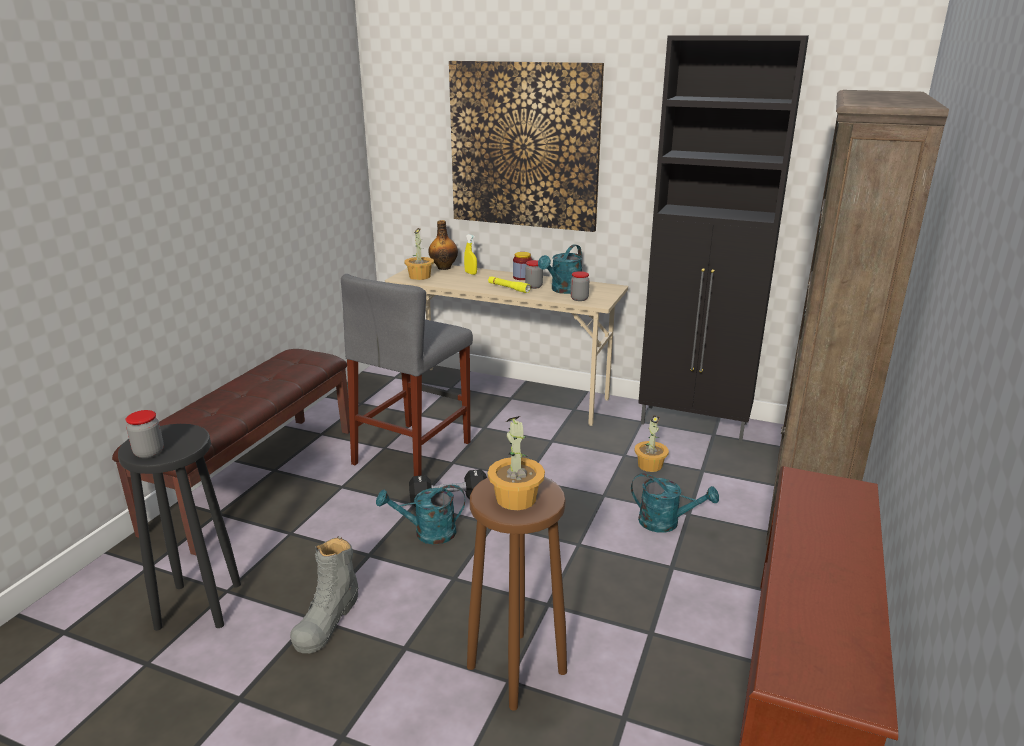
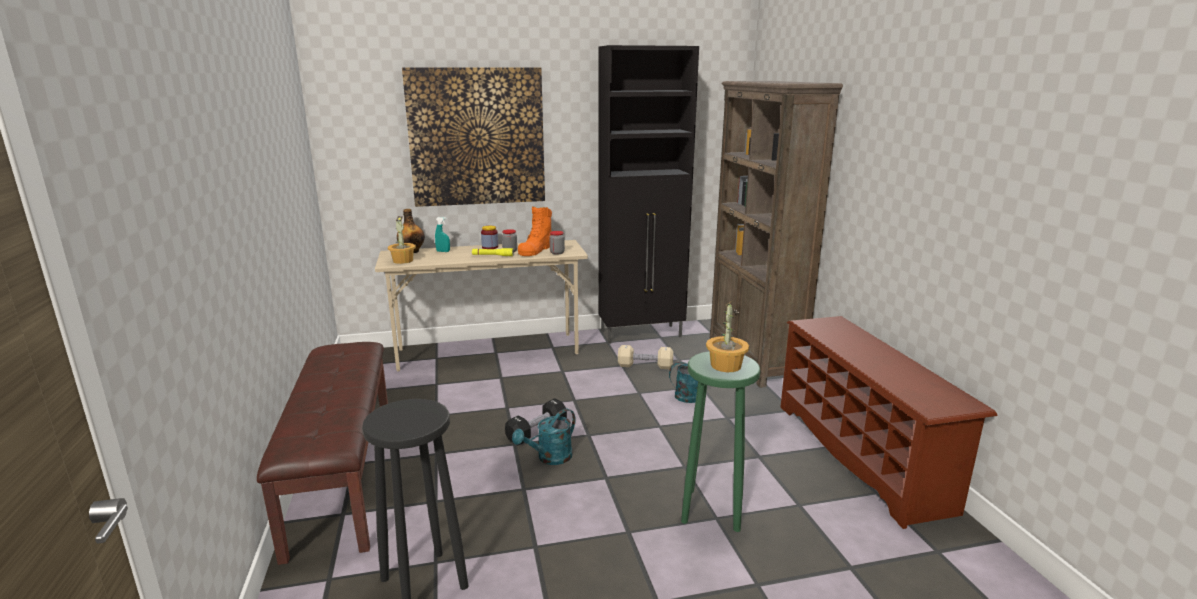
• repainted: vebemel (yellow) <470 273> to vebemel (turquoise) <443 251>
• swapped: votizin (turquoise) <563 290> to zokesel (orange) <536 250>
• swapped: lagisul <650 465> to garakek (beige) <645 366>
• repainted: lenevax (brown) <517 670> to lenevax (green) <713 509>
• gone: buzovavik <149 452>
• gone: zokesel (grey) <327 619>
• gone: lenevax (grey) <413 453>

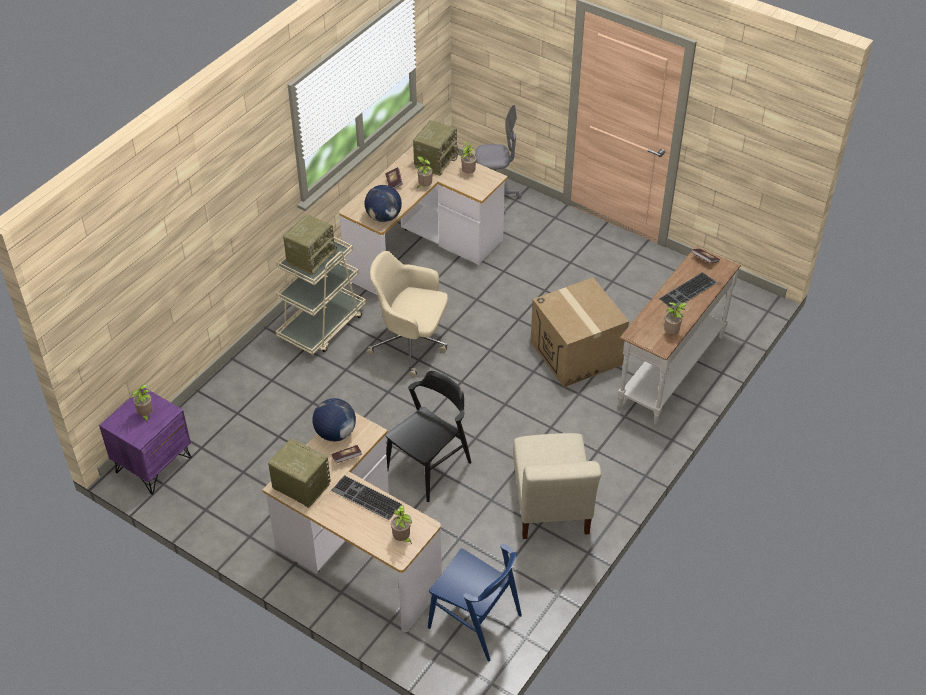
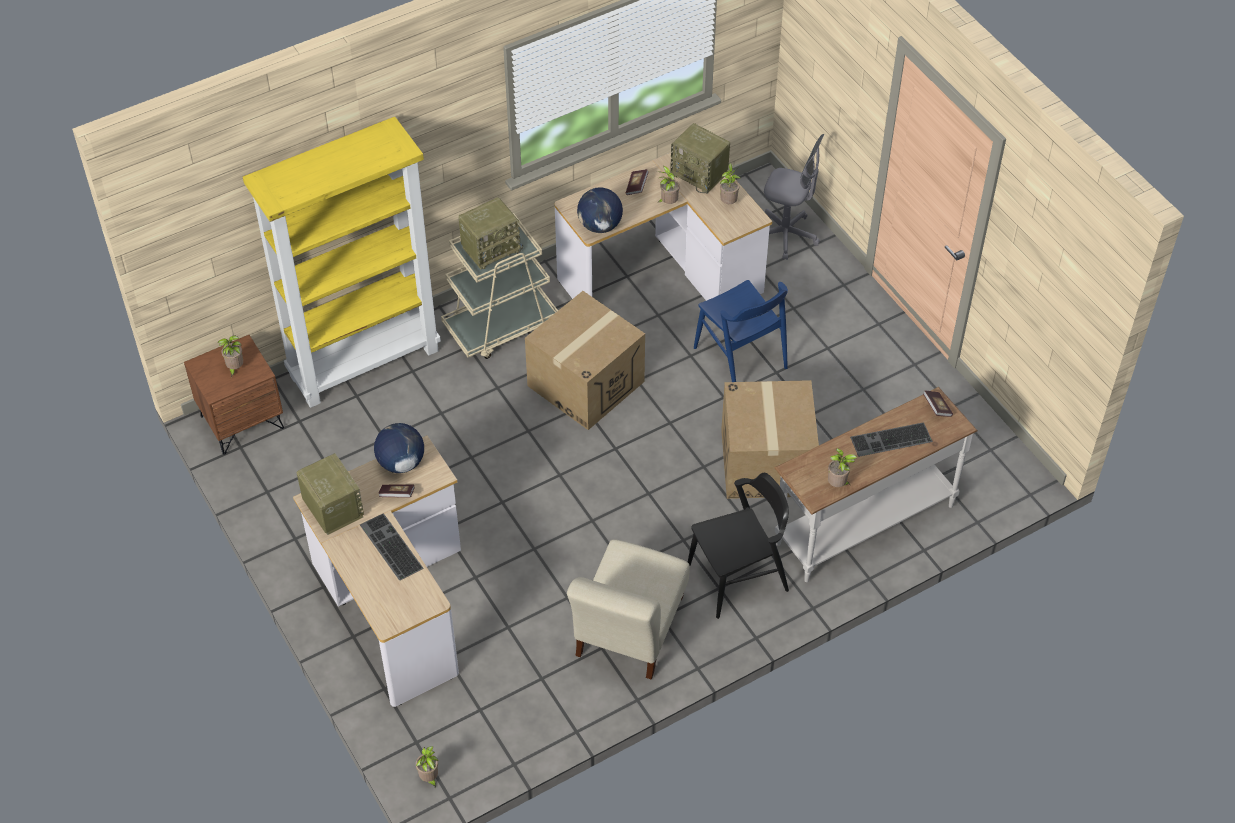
• repainted: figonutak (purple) <153 464> to figonutak (brown) <242 421>
• new: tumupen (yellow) <365 362>
• shifted: lagisul <402 539> to <429 778>
• swapped: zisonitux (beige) <411 344> to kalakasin <586 383>
• rotated: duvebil <435 161> = <700 174> 75 degrees clockwise
• shifted: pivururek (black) <429 466> to <738 577>
• shifted: pivururek (blue) <475 621> to <740 358>

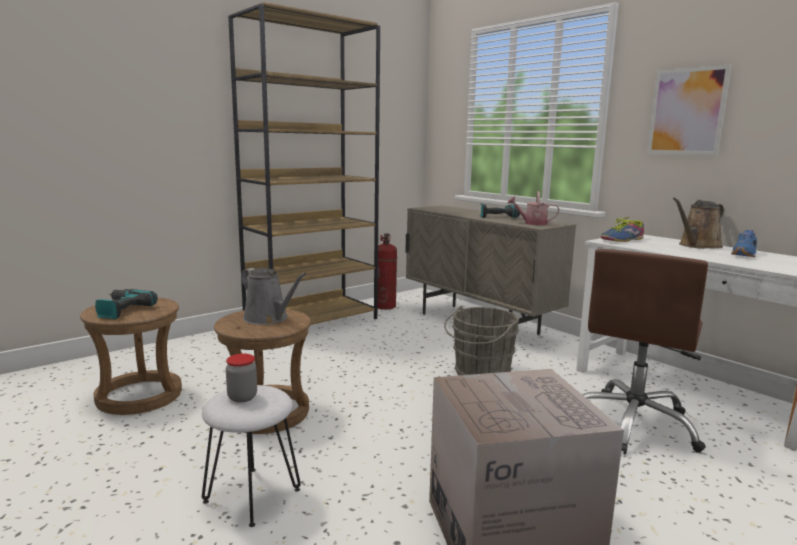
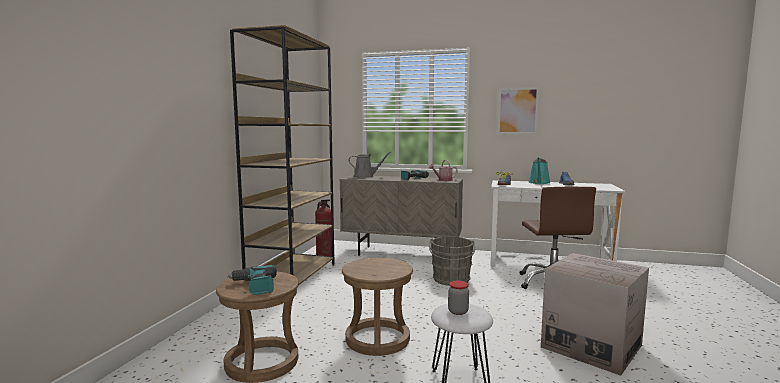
• shifted: votizin (grey) <268 318> to <366 176>
• repainted: votizin (brown) <697 246> to votizin (turquoise) <539 183>

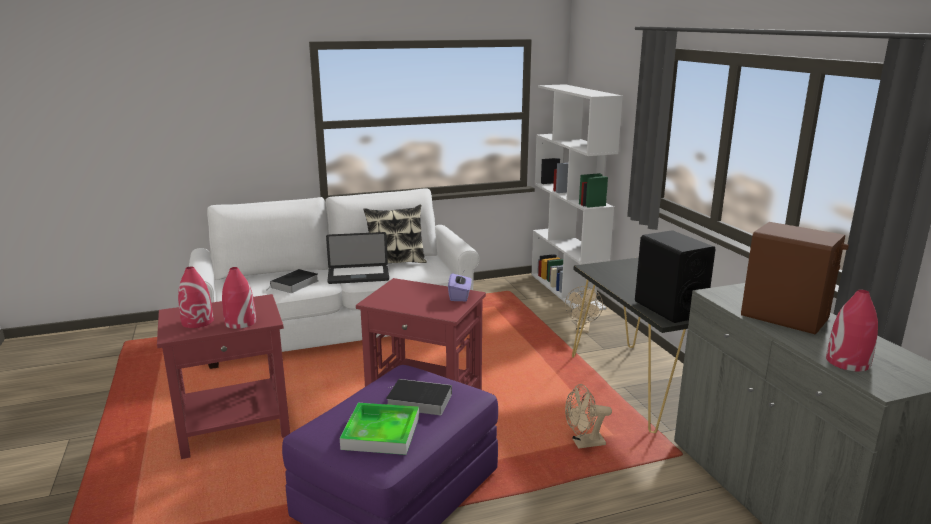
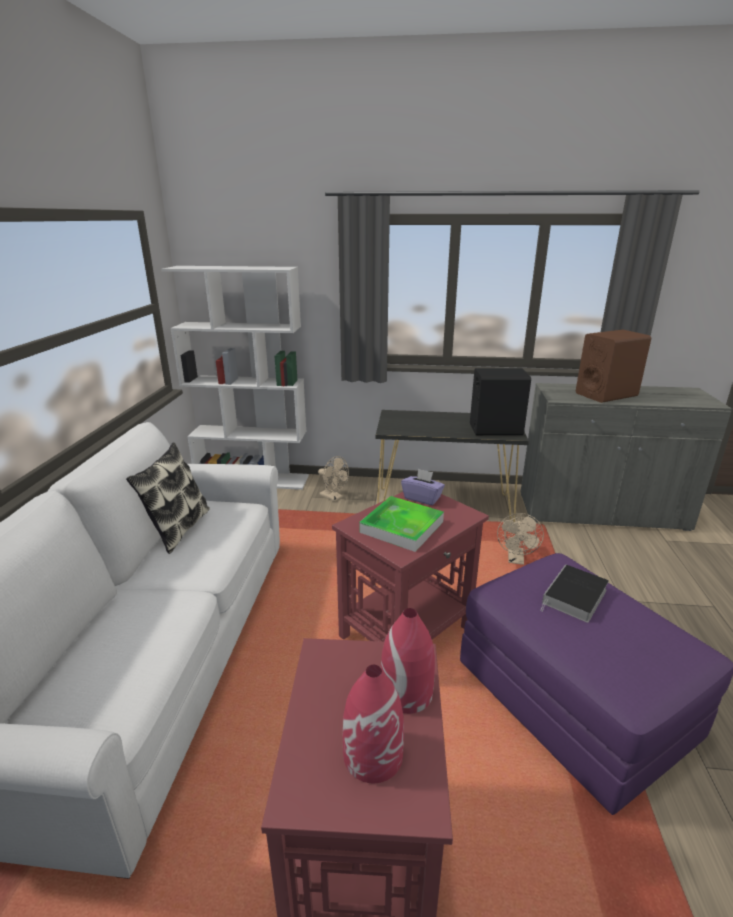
• shifted: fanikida <381 433> to <402 527>
• gone: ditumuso <294 284>
• gone: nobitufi <358 276>
• gone: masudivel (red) <847 362>

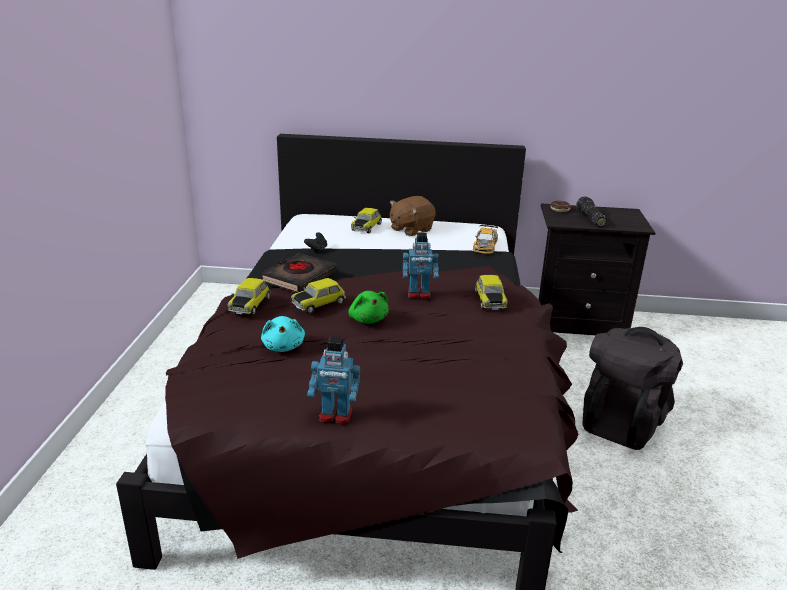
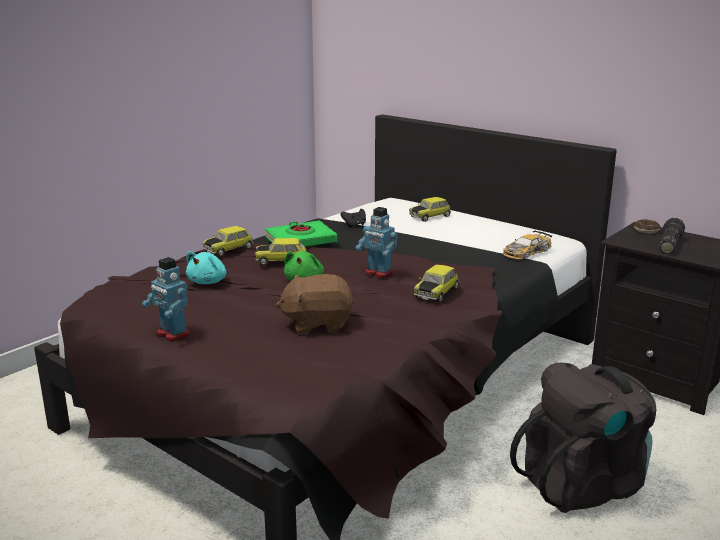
• repainted: ditumuso (black) <299 277> to ditumuso (green) <300 240>
• shifted: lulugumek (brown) <410 229> to <317 324>

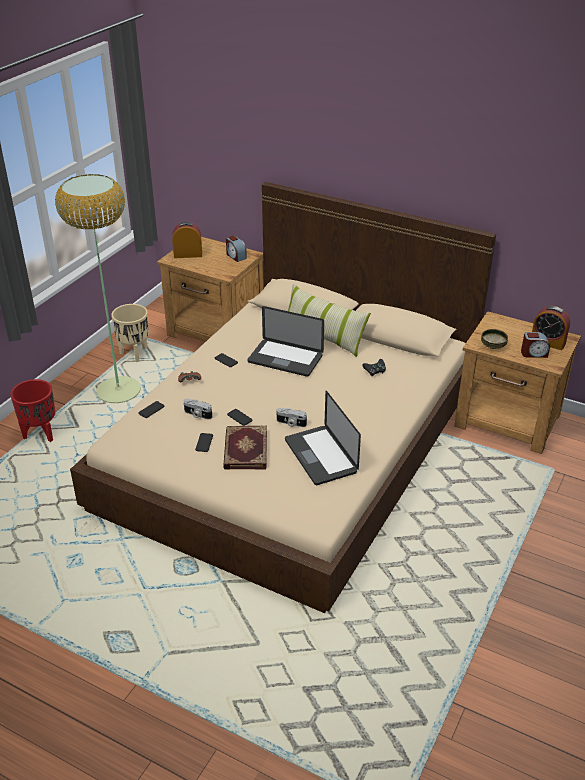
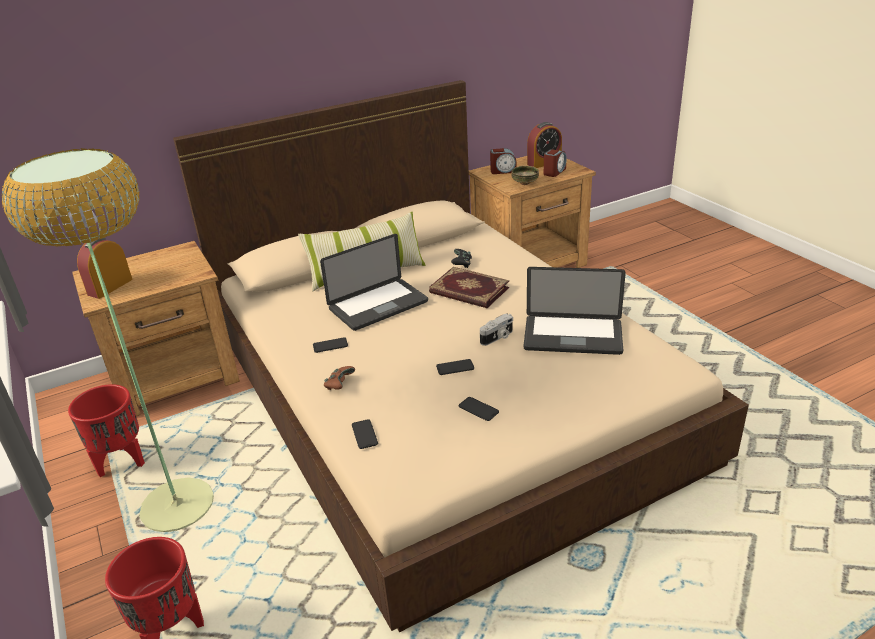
• repainted: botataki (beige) <135 354> to botataki (red) <122 462>
• shifted: ditumuso <244 449> to <468 291>
• shifted: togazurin <235 256> to <503 171>
• gone: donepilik <197 414>

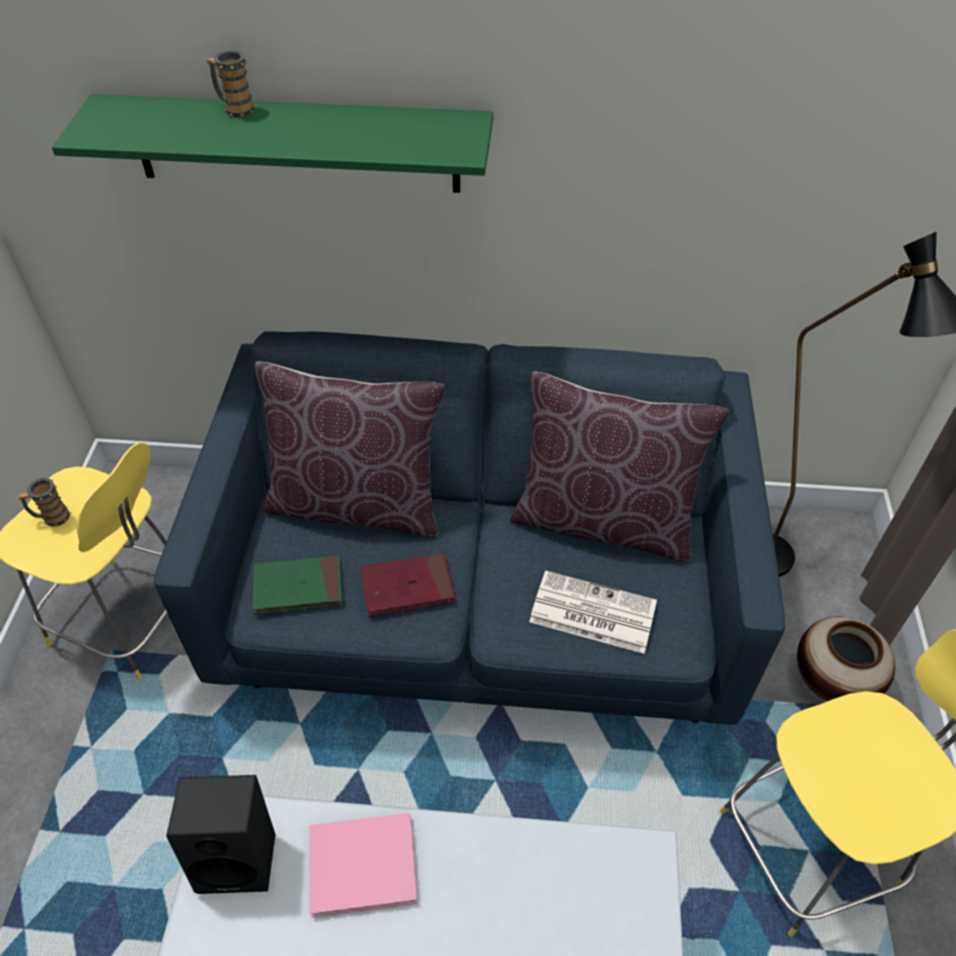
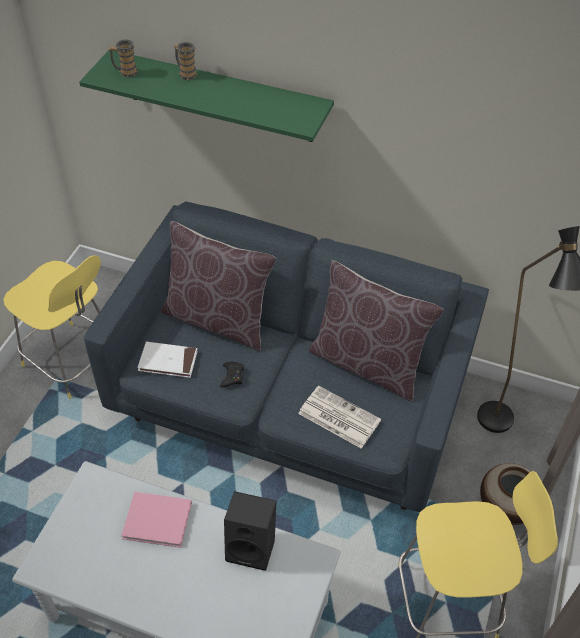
• shifted: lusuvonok <52 518> to <125 72>
• repainted: ditumuso (green) <298 587> to ditumuso (white) <168 361>
• swapped: ditumuso (red) <407 587> to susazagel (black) <232 376>
• shifted: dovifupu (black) <240 854> to <253 547>

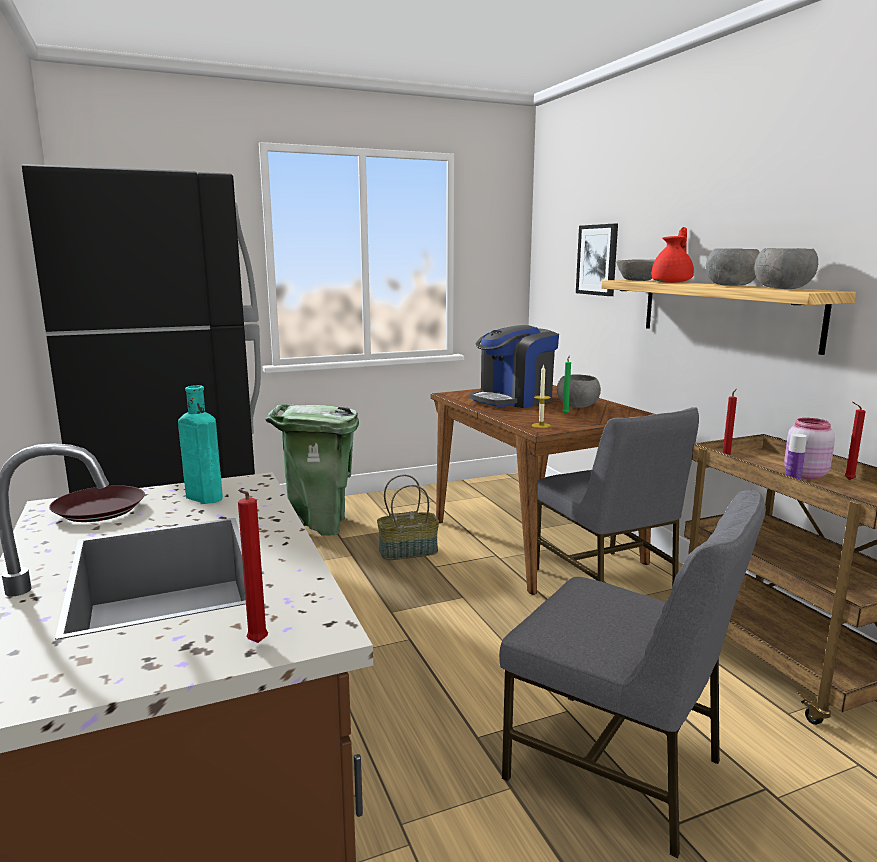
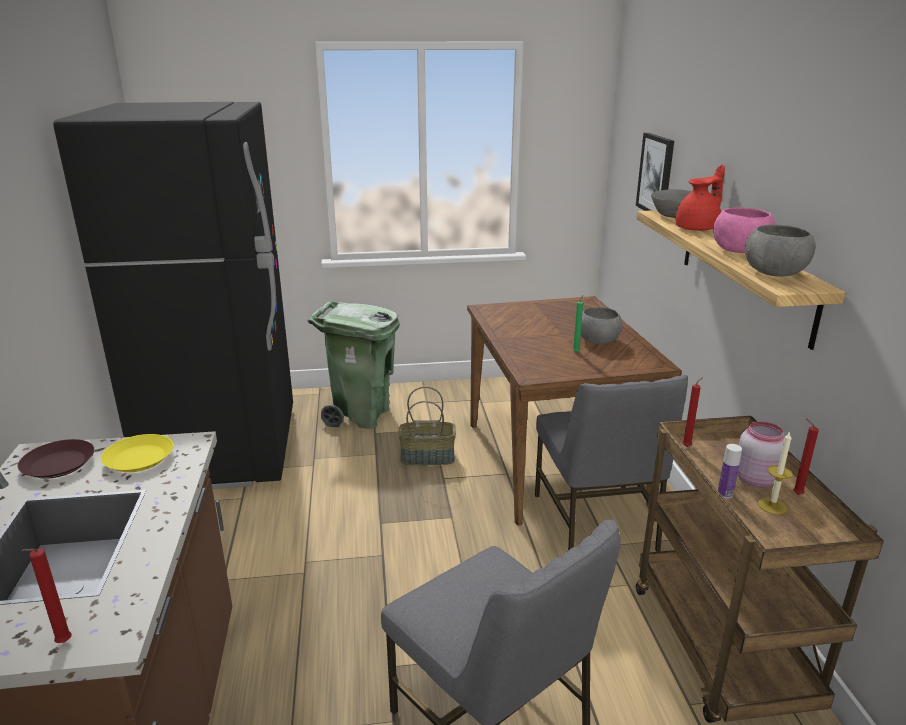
• swapped: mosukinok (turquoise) <202 497> to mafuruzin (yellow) <140 459>
• repainted: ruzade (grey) <731 285> to ruzade (pink) <739 251>
• shifted: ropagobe <541 425> to <772 506>
• gone: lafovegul <514 400>

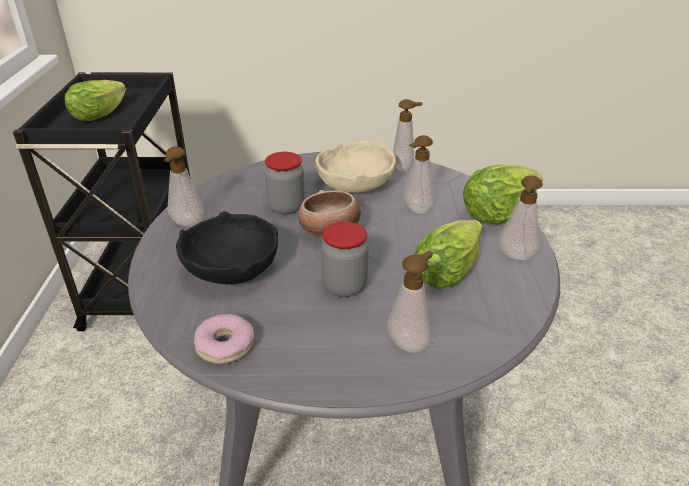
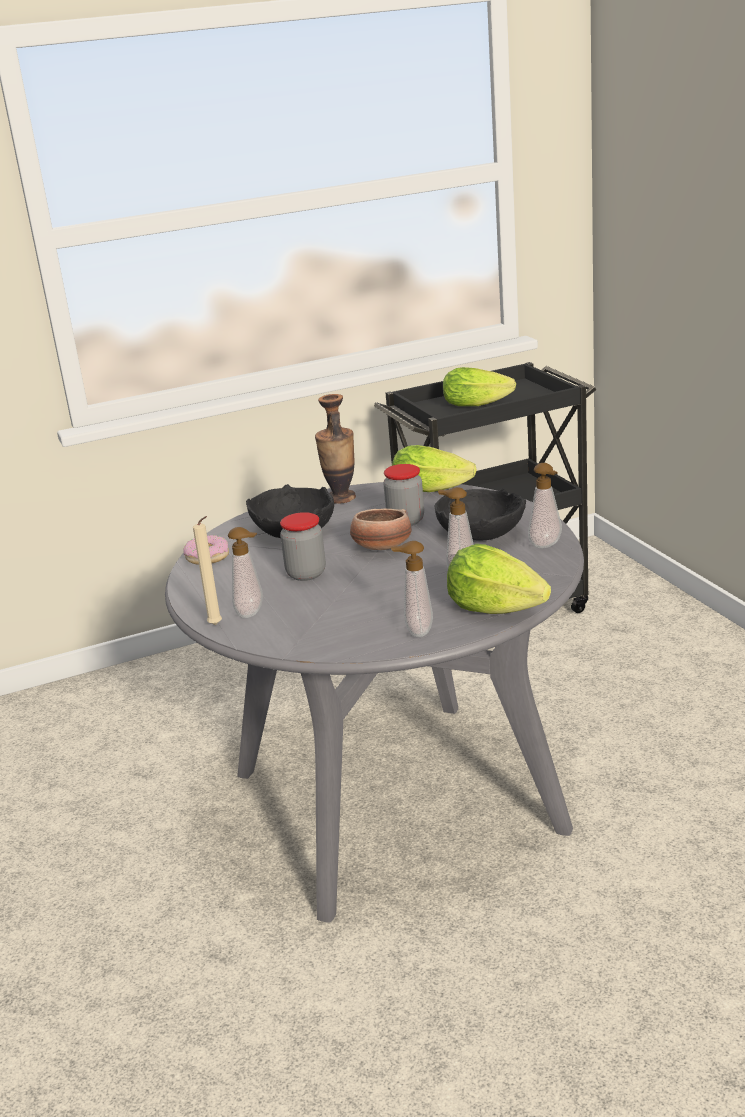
• new: ropagobe (beige) <217 625>
• swapped: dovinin <186 224> to masudivel <341 498>
• shifted: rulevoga <451 268> to <435 488>
• repainted: ruzade (beige) <354 184> to ruzade (black) <480 534>

